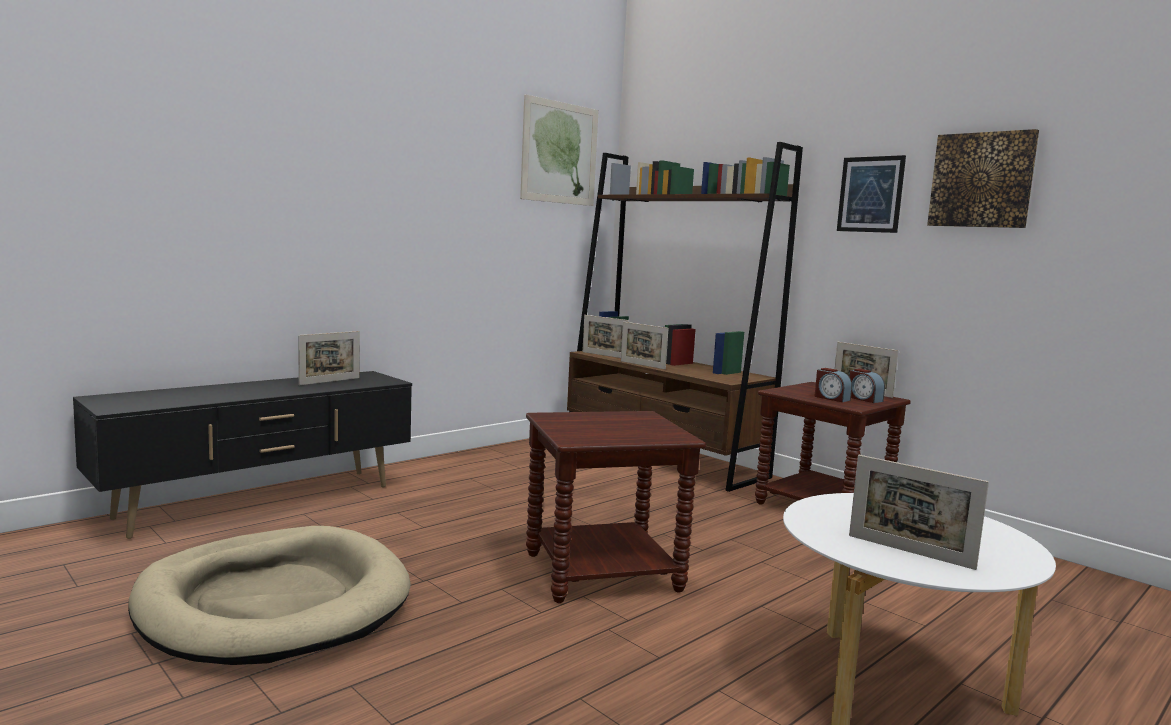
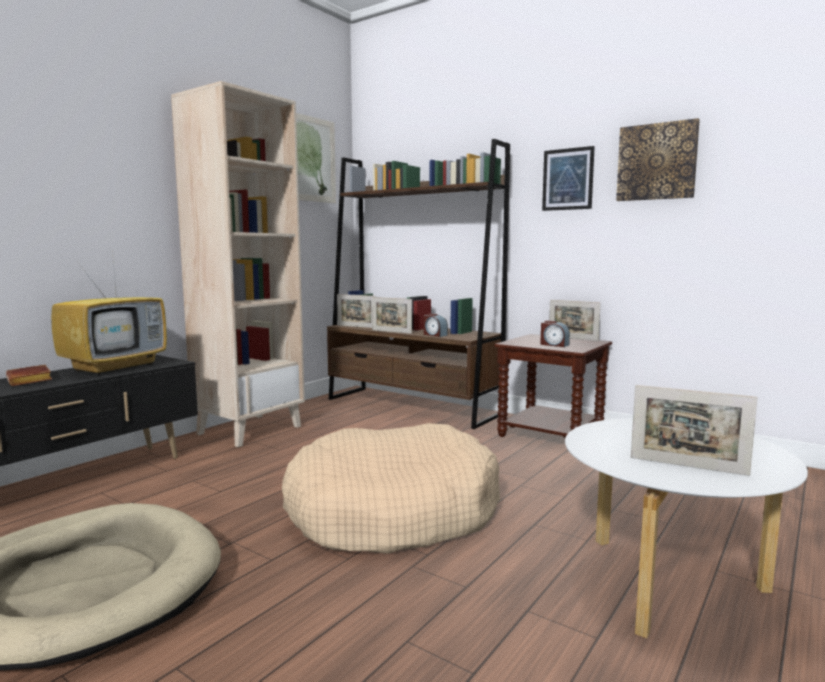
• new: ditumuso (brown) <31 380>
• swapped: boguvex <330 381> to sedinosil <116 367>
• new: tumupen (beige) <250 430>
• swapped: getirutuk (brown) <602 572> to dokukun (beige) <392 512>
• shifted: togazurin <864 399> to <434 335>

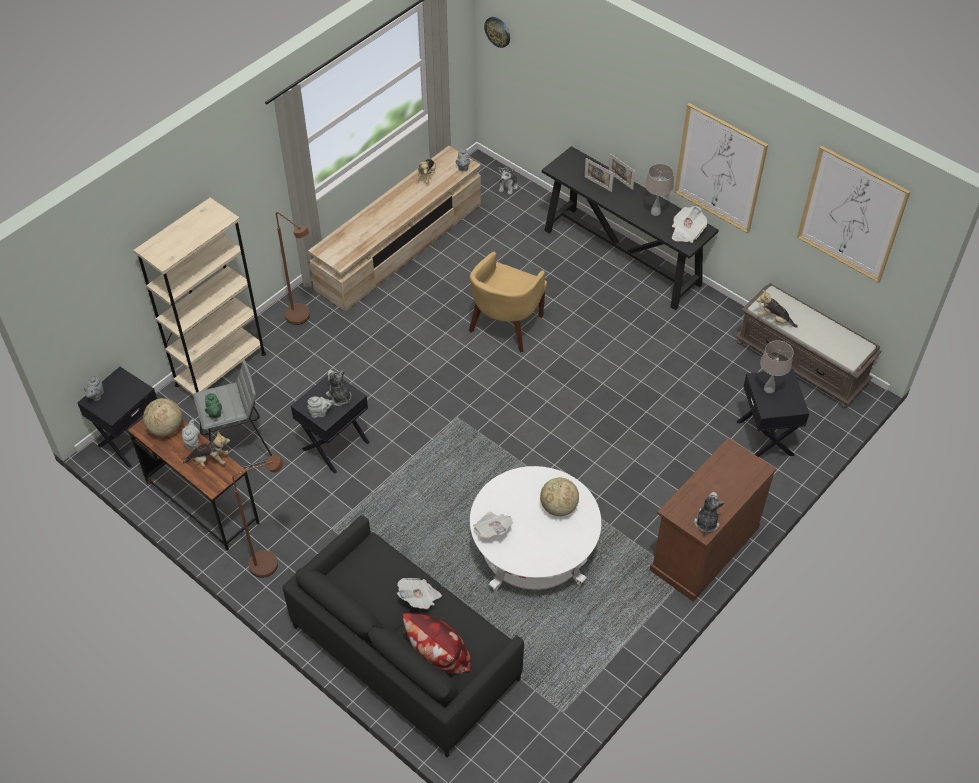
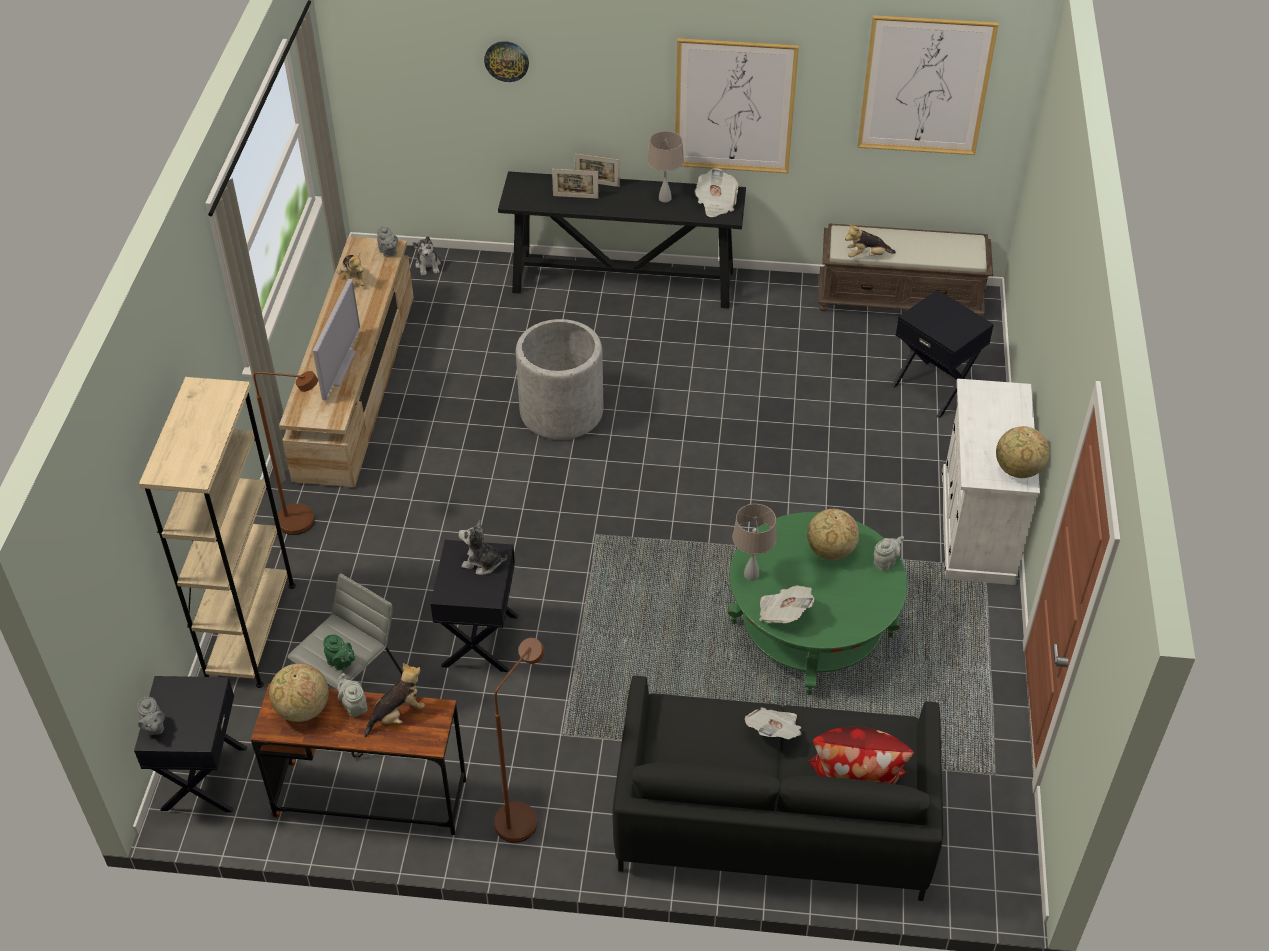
• new: sedinosil <339 367>
• shifted: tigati <497 31> to <506 61>
• swapped: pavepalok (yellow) <505 326> to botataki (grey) <561 412>
• repainted: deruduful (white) <533 552> to deruduful (green) <811 629>
• shifted: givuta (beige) <769 389> to <751 574>
• shifted: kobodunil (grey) <320 413> to <886 562>
• repainted: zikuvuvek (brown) <704 548> to zikuvuvek (white) <976 527>
• swapped: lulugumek <706 522> to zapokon <1018 470>

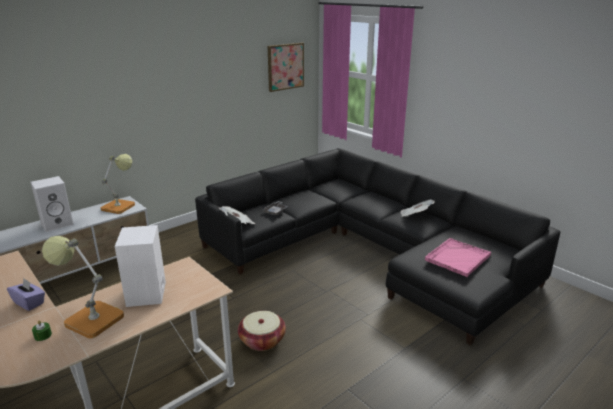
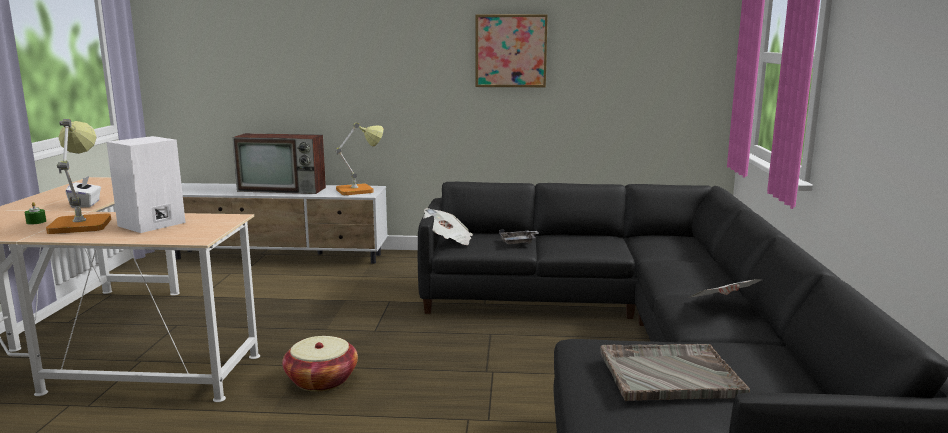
• repainted: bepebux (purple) <29 303> to bepebux (white) <86 204>
• swapped: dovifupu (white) <58 223> to sedinosil <283 189>
• shifted: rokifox <285 66> to <511 51>
• repainted: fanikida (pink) <457 258> to fanikida (grey) <668 374>

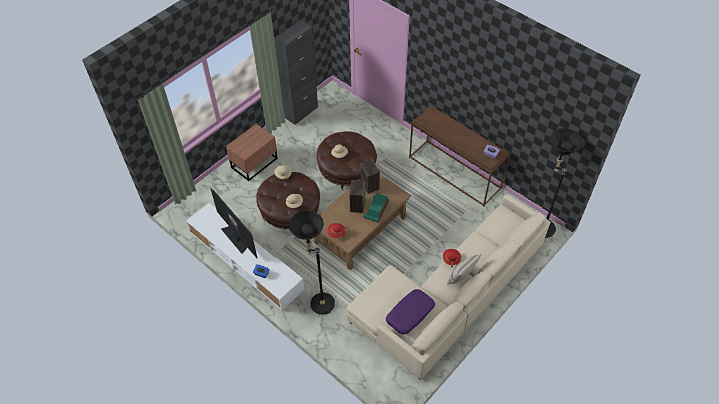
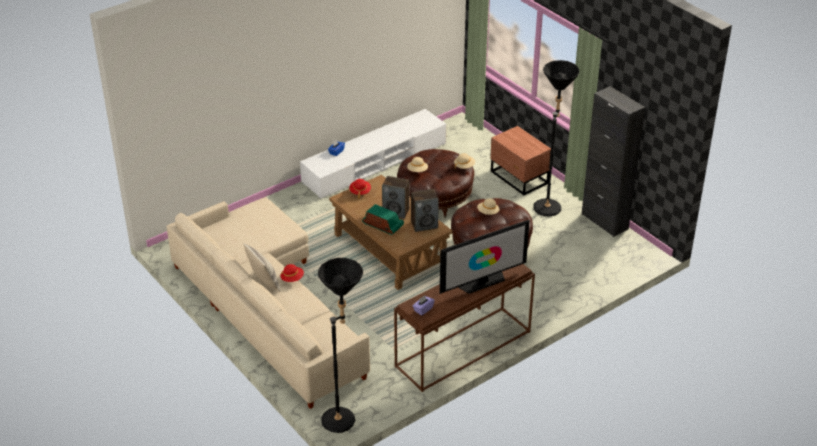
• shifted: sedinosil <236 238> to <482 282>
• shifted: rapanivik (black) <317 303> to <549 204>
• gone: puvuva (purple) <410 314>

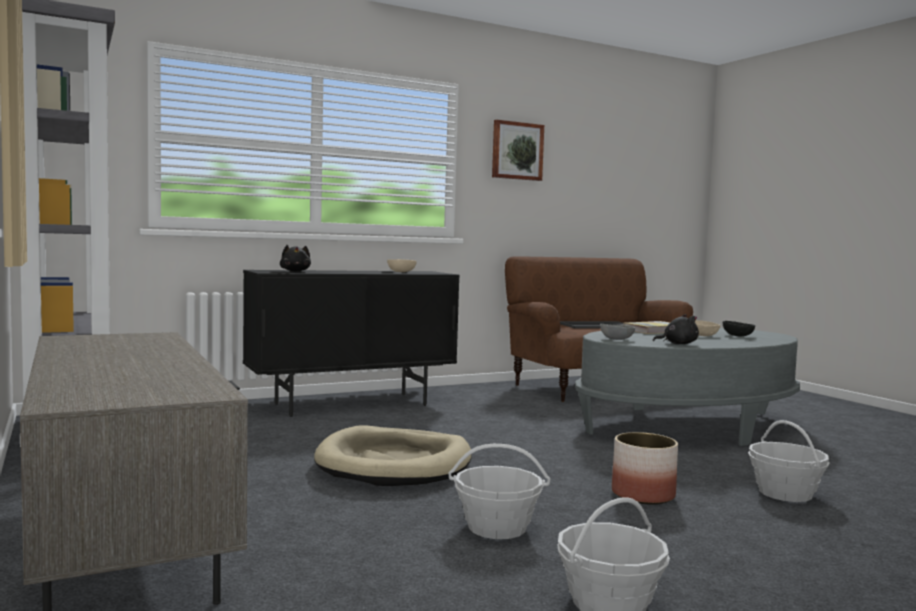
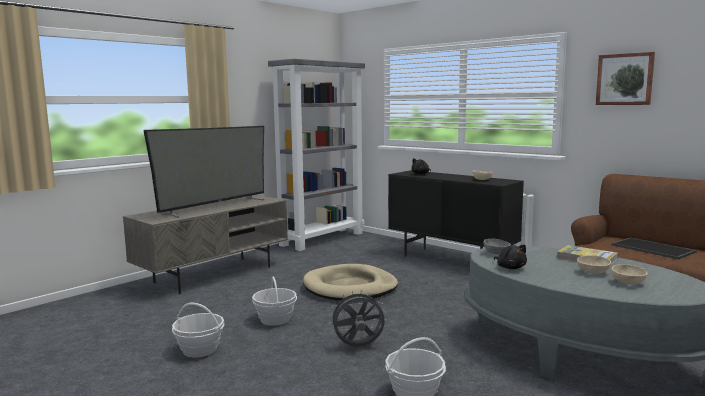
• new: sedinosil <215 207>
• swapped: botataki <643 495> to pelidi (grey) <358 347>
• repainted: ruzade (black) <738 336> to ruzade (beige) <629 283>

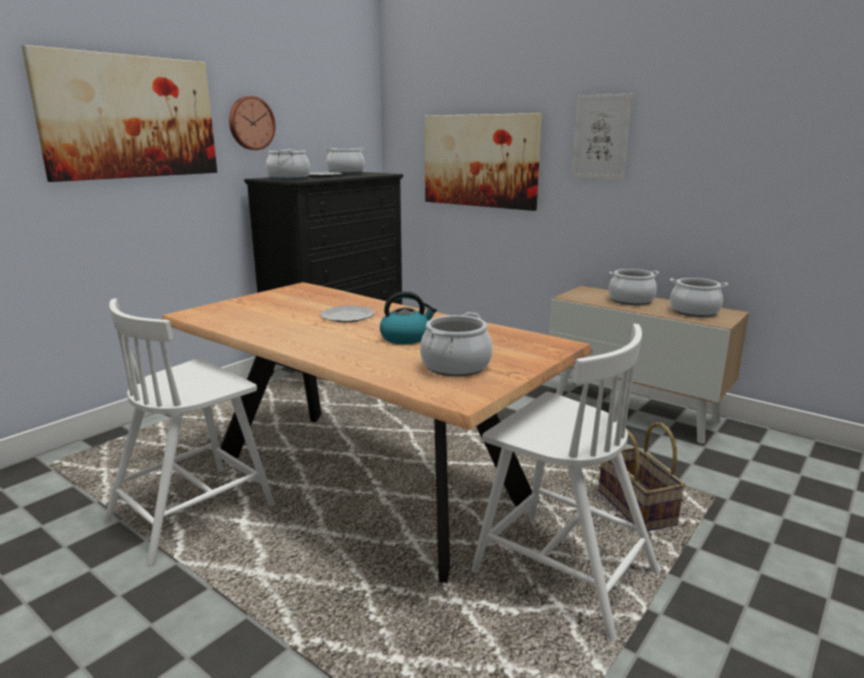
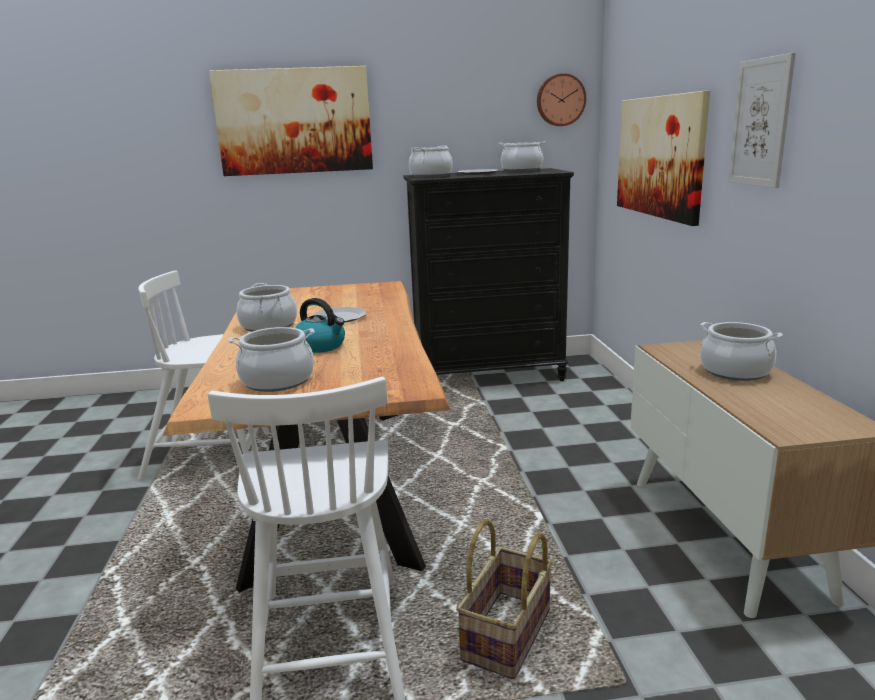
• shifted: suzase <694 311> to <269 326>
• shifted: tigati <250 123> to <560 100>

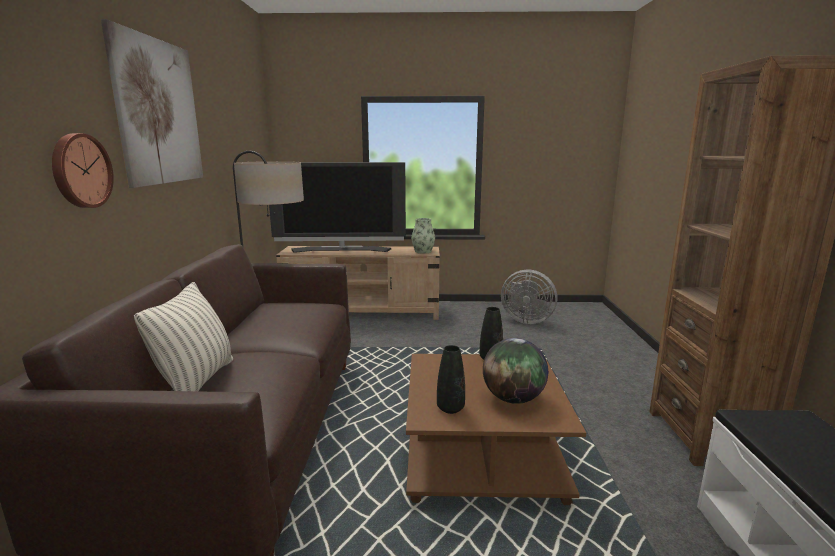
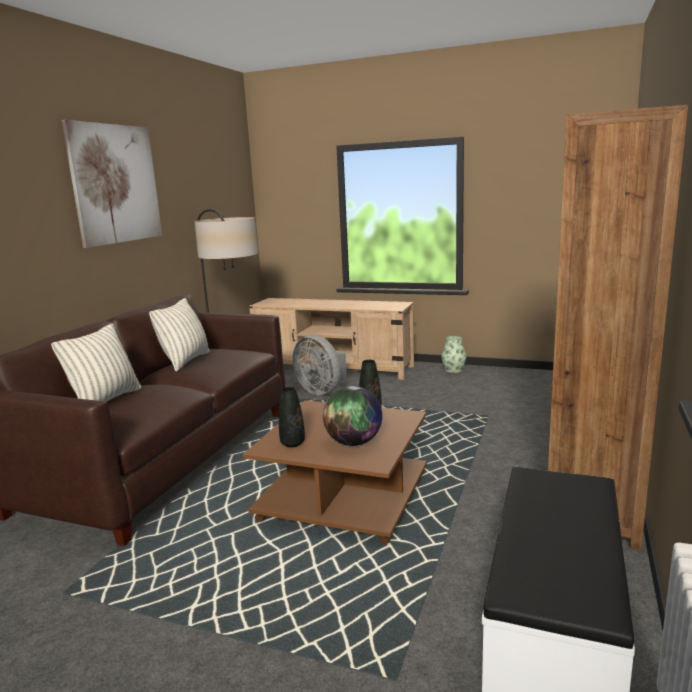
• new: puvuva <185 361>
• shifted: pelidi (grey) <526 320> to <322 391>
• shifted: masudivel <423 251> to <453 370>
• gone: tigati <80 171>
• gone: sedinosil <341 250>

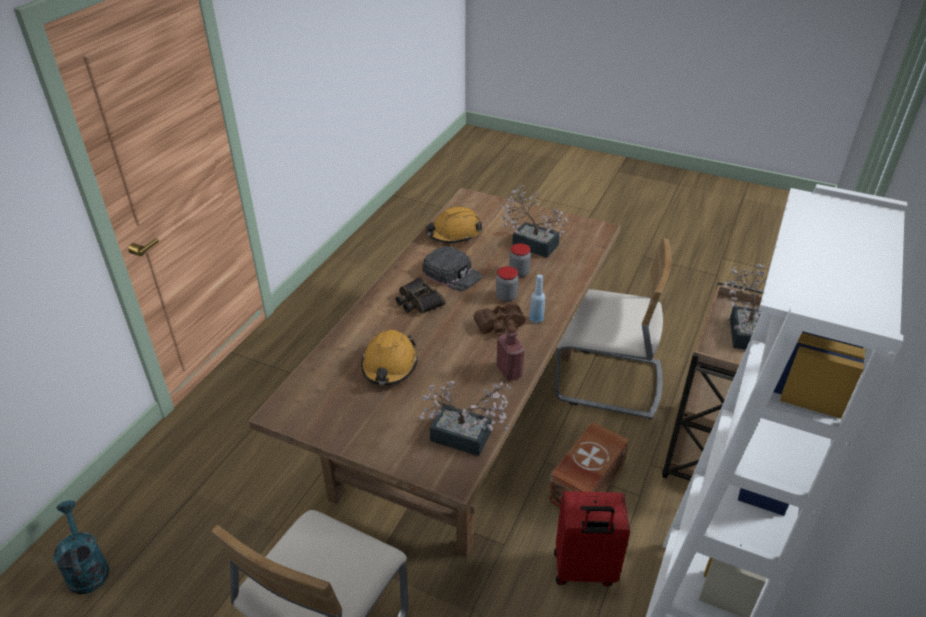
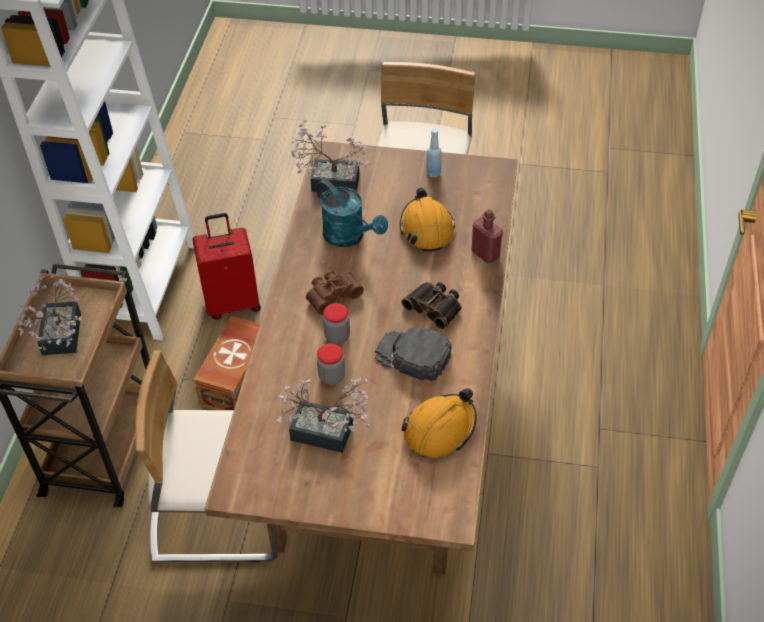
• shifted: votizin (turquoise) <86 568> to <349 237>
• shifted: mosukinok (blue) <536 319> to <433 173>
• shifted: mosukinok (red) <509 371> to <485 254>

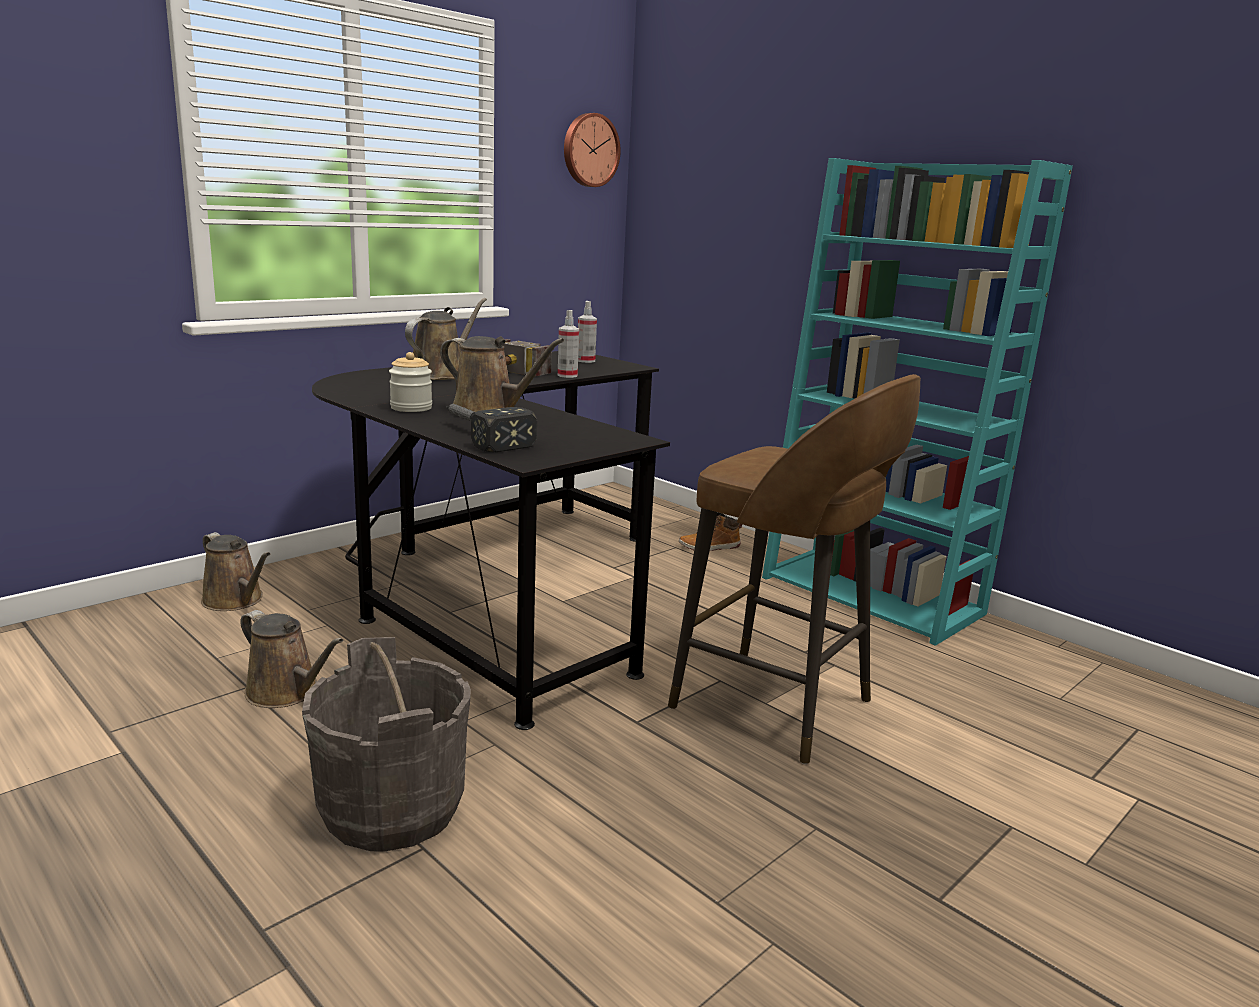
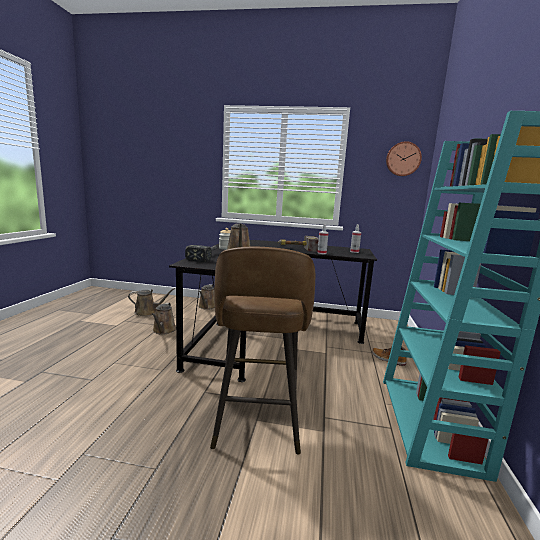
• shifted: votizin (brown) <441 374> to <148 312>
• gone: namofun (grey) <391 808>

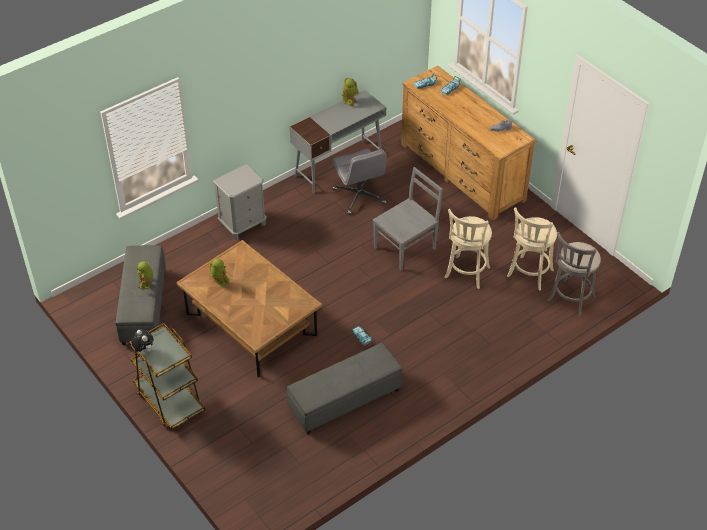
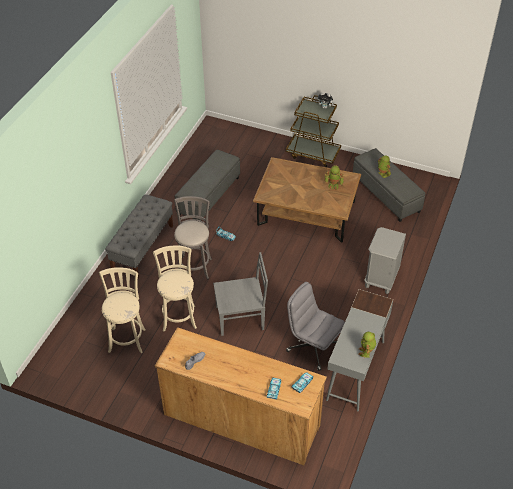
• new: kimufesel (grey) <143 248>
• shifted: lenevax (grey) <570 300> to <195 266>
• rotated: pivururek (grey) <406 247> = <241 318> 120 degrees counterclockwise

